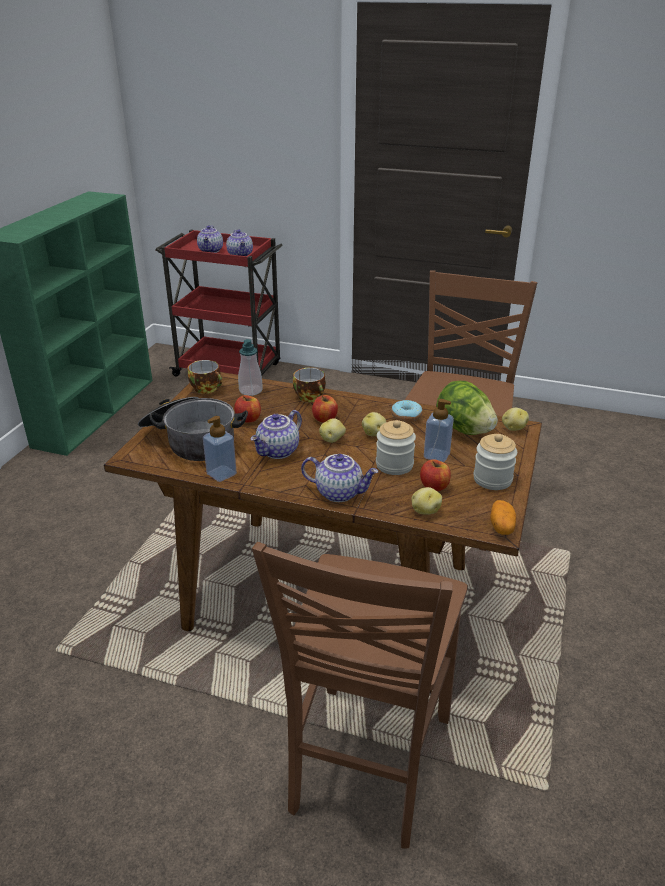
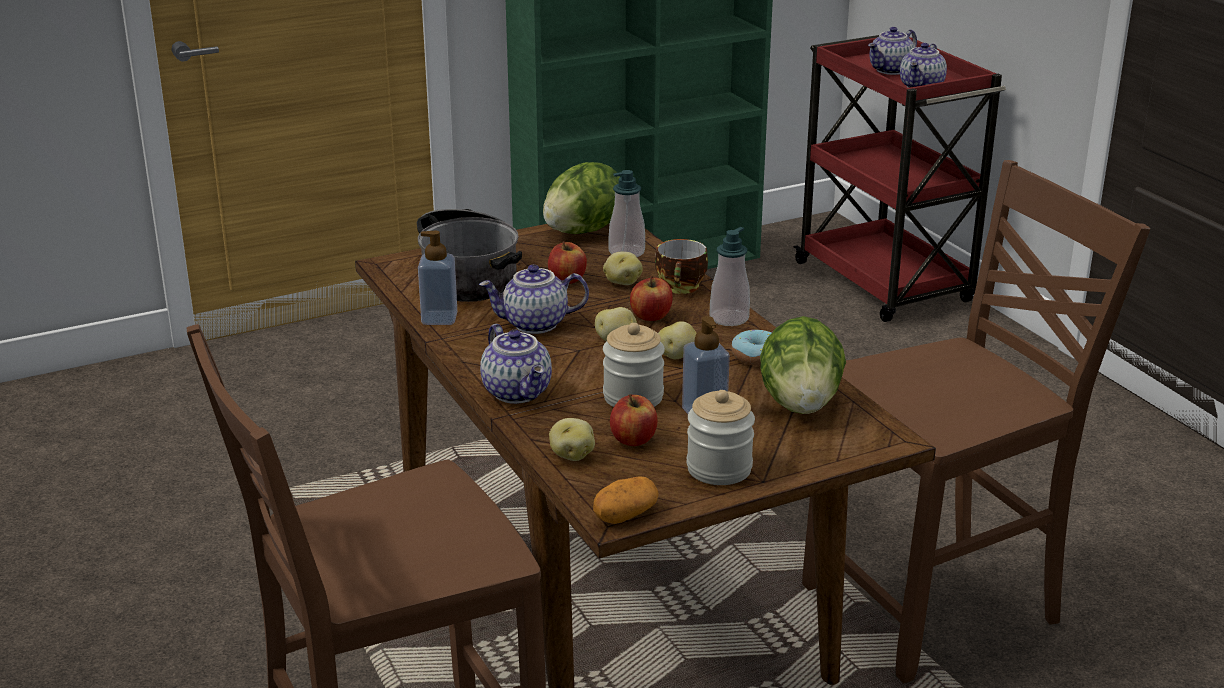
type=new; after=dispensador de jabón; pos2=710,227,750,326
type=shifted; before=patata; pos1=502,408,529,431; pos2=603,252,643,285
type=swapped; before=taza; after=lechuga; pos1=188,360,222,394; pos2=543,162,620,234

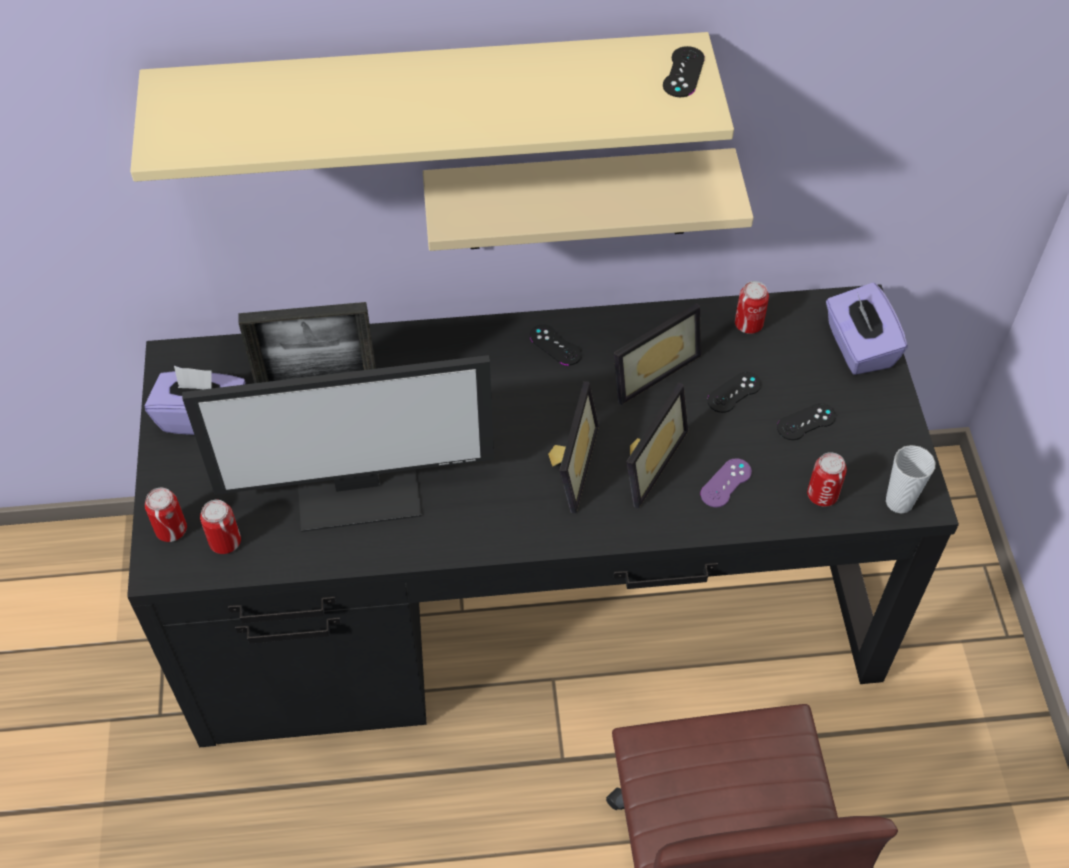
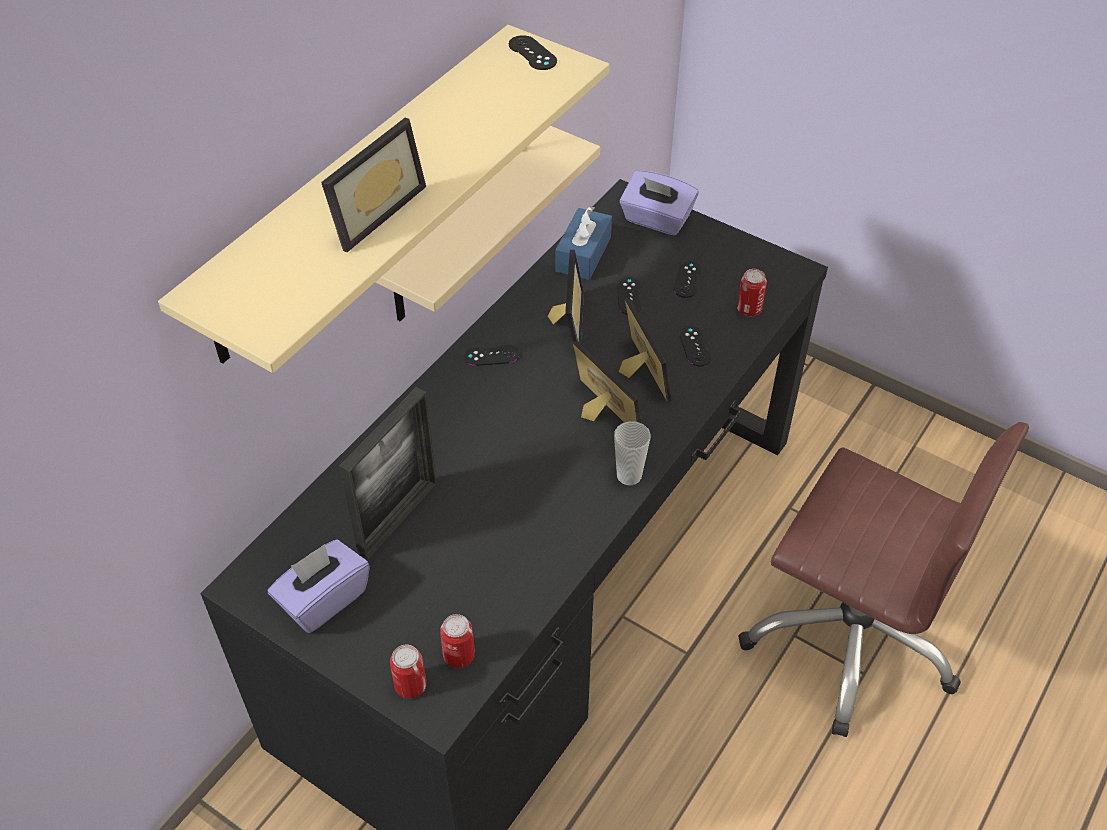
type=gone; before=monitor; pos1=182,355,494,532
type=new; after=portarretratos; pos2=321,118,426,252
type=shifted; before=taza; pos1=886,445,935,513; pos2=614,421,651,485
type=swapped; before=lata; after=caja de pañuelos (azul); pos1=735,281,769,334; pos2=555,206,612,280
type=repainted; before=mando de consola (morado); after=mando de consola (negro); pos1=700,458,752,508; pos2=679,326,711,366

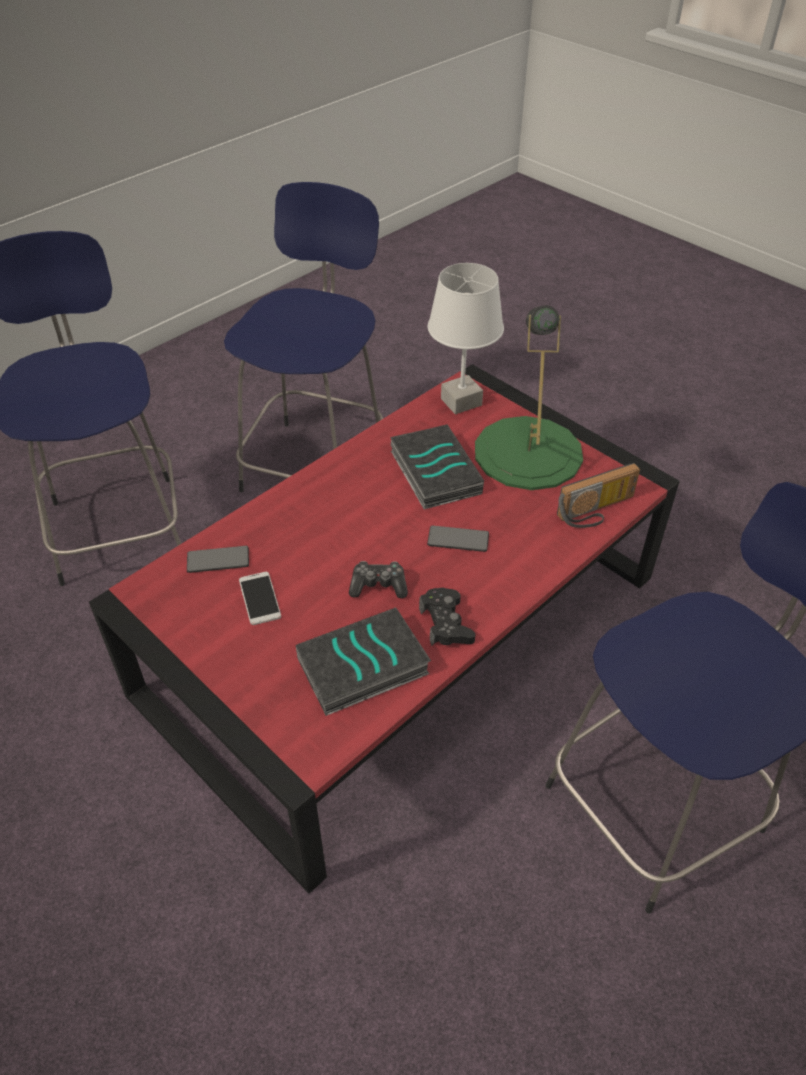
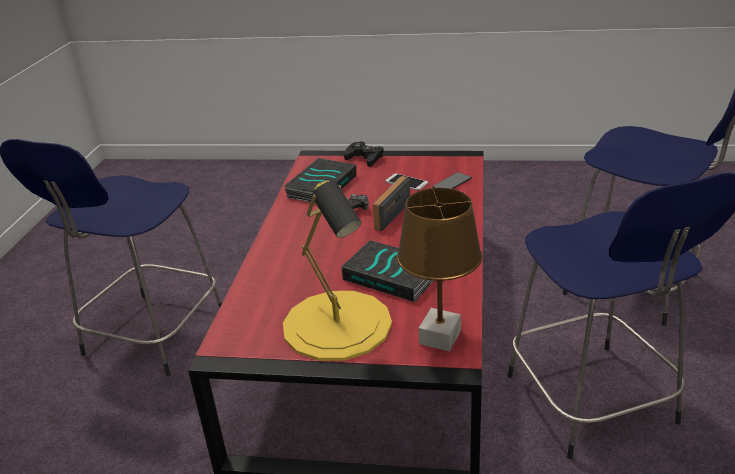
type=gone; before=móvil; pos1=427,525,489,552
type=shifted; before=mando de consola (negro); pos1=419,587,475,646; pos2=344,141,384,167
type=shifted; before=radio; pos1=557,463,640,528; pos2=373,176,410,231
type=repainted; before=lámpara de mesa (blanco); after=lámpara de mesa (marrón); pos1=428,263,504,414; pos2=397,188,482,352
type=repainted; before=lámpara de mesa (verde); after=lámpara de mesa (amarillo); pos1=475,305,583,490; pos2=283,180,392,361

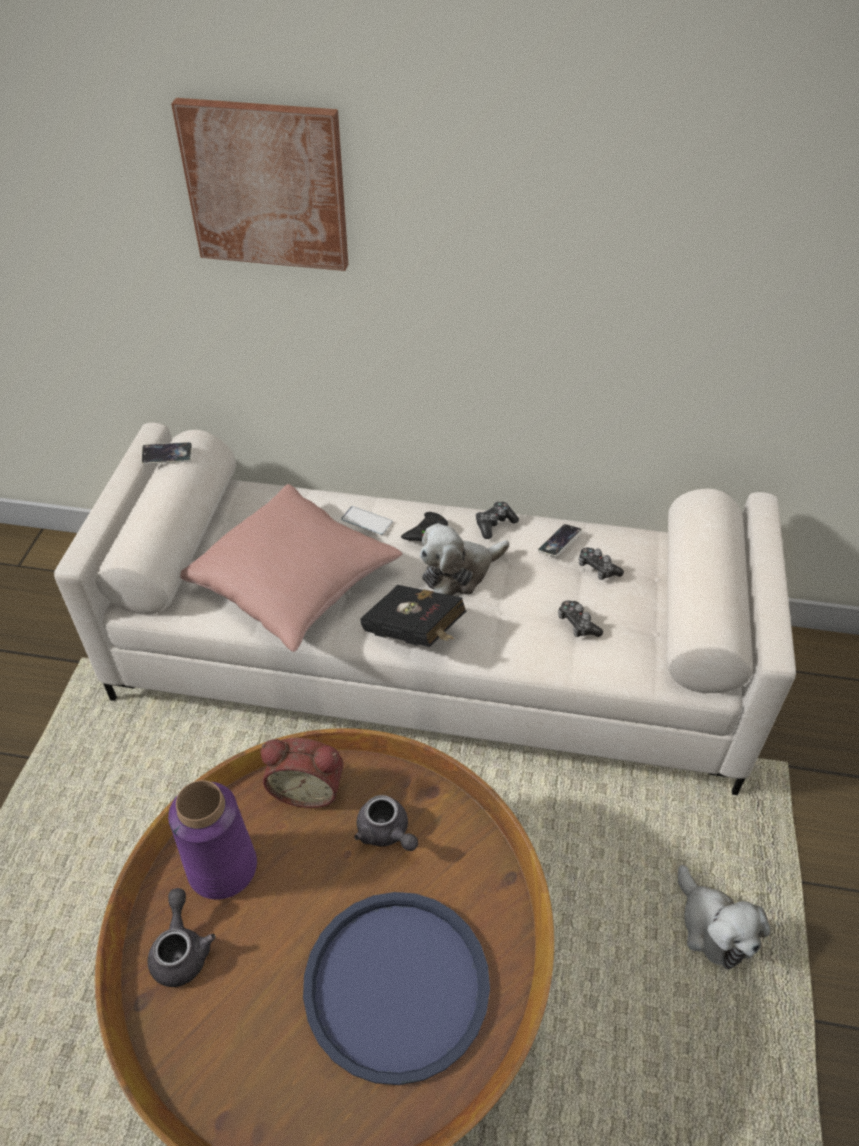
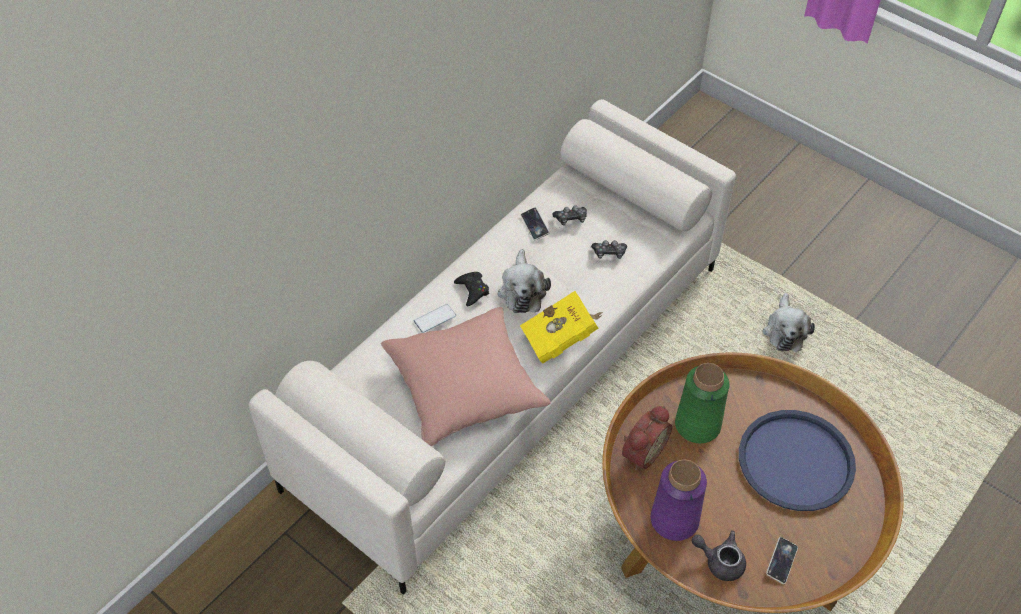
type=gone; before=cuadro; pos1=171,98,348,271
type=gone; before=mando de consola; pos1=476,502,519,539
type=shifted; before=móvil; pos1=141,442,192,464; pos2=766,537,798,584
type=swapped; before=tetera (gris); after=florero (verde); pos1=354,795,418,851; pos2=675,363,729,443
type=repainted; before=libro (negro); after=libro (amarillo); pos1=360,585,466,647; pos2=520,291,603,364
type=rotated; before=peluche; pos1=678,865,770,970; pos2=763,293,815,352; turn=90

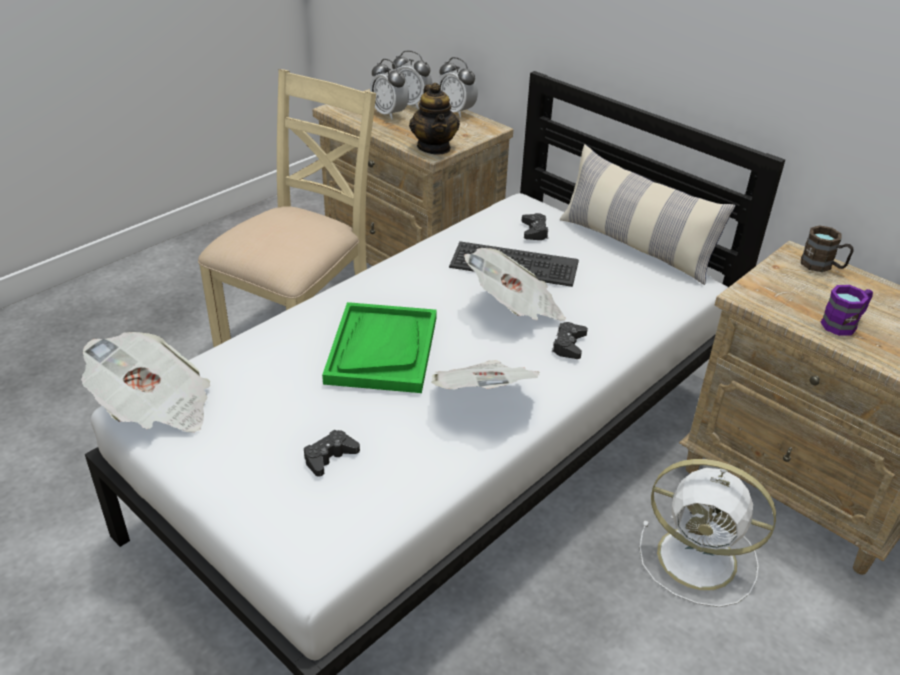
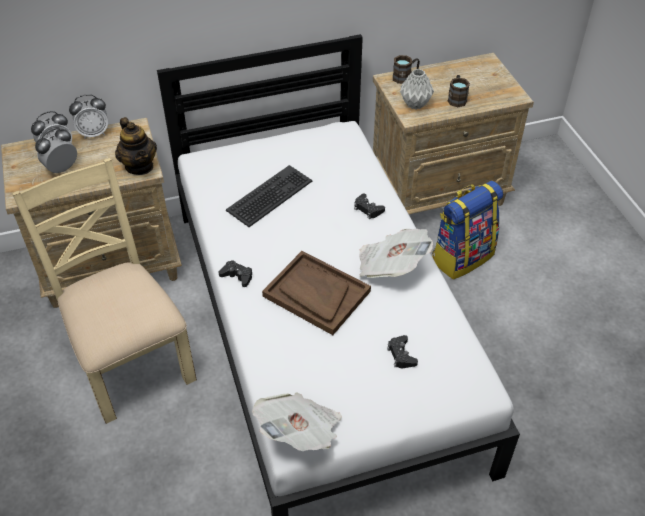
type=gone; before=periódico; pos1=464,248,566,320
type=gone; before=cojín; pos1=560,144,736,285
type=new; after=florero (gris); pos2=400,69,434,109
type=shifted; before=mando de consola (negro); pos1=522,213,548,240; pos2=219,260,252,287
type=swapped; before=ventilador (blanco); after=mochila; pos1=639,459,776,607; pos2=432,180,503,280
type=repainted; before=bandeja (verde); after=bandeja (marrón); pos1=322,302,437,393; pos2=262,251,371,335
type=repainted; before=taza grande (morado); after=taza grande (marrón); pos1=821,285,873,336; pos2=448,75,470,107
type=rotated; before=despertador; pos1=370,59,409,120; pos2=35,128,77,173; turn=150
type=rotated; before=tetera; pos1=409,83,460,155; pos2=115,117,157,175; turn=45

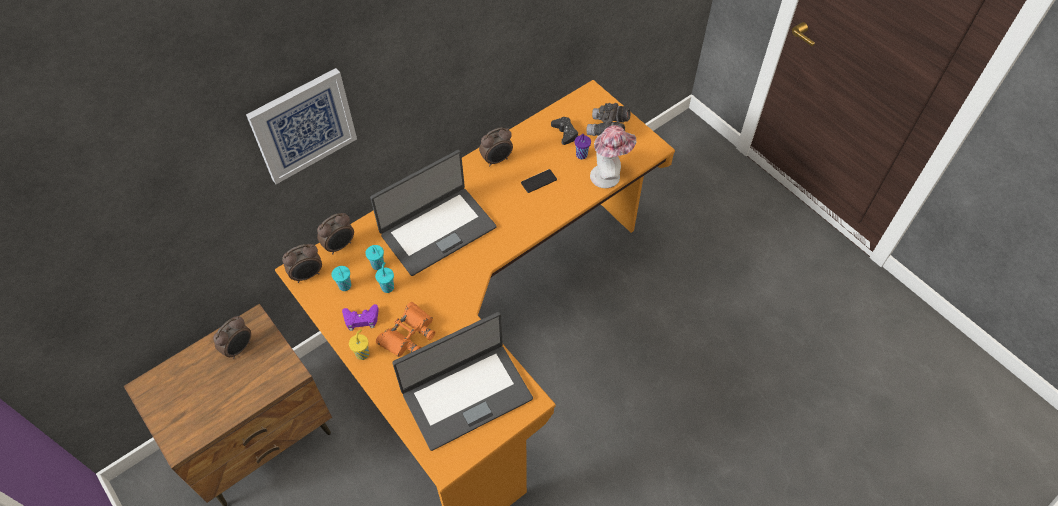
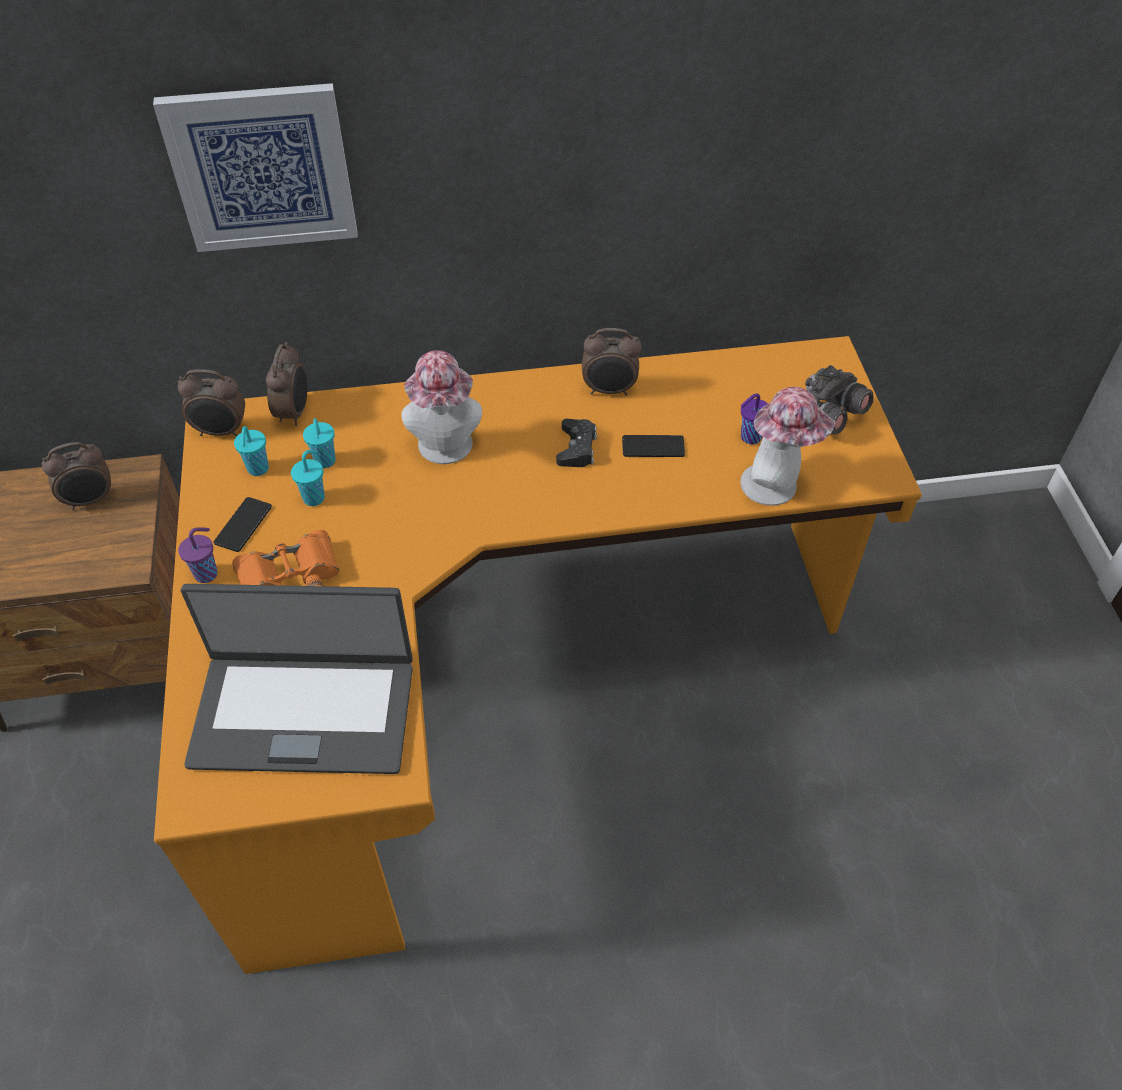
type=shifted; before=mando de consola (negro); pos1=551,117,578,145; pos2=556,419,597,467
type=swapped; before=mando de consola (morado); after=móvil; pos1=342,304,379,331; pos2=214,497,272,552
type=swapped; before=portátil; after=sombrero; pos1=370,150,496,276; pos2=401,350,482,464
type=repainted; before=taza (amarillo); after=taza (morado); pos1=349,329,369,360; pos2=178,527,218,583
type=rotated; before=despertador; pos1=317,213,354,255; pos2=266,342,307,426; turn=-75

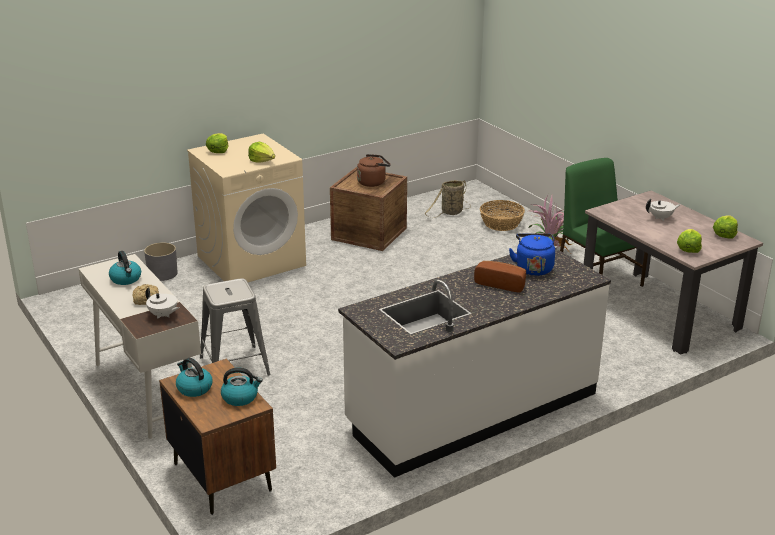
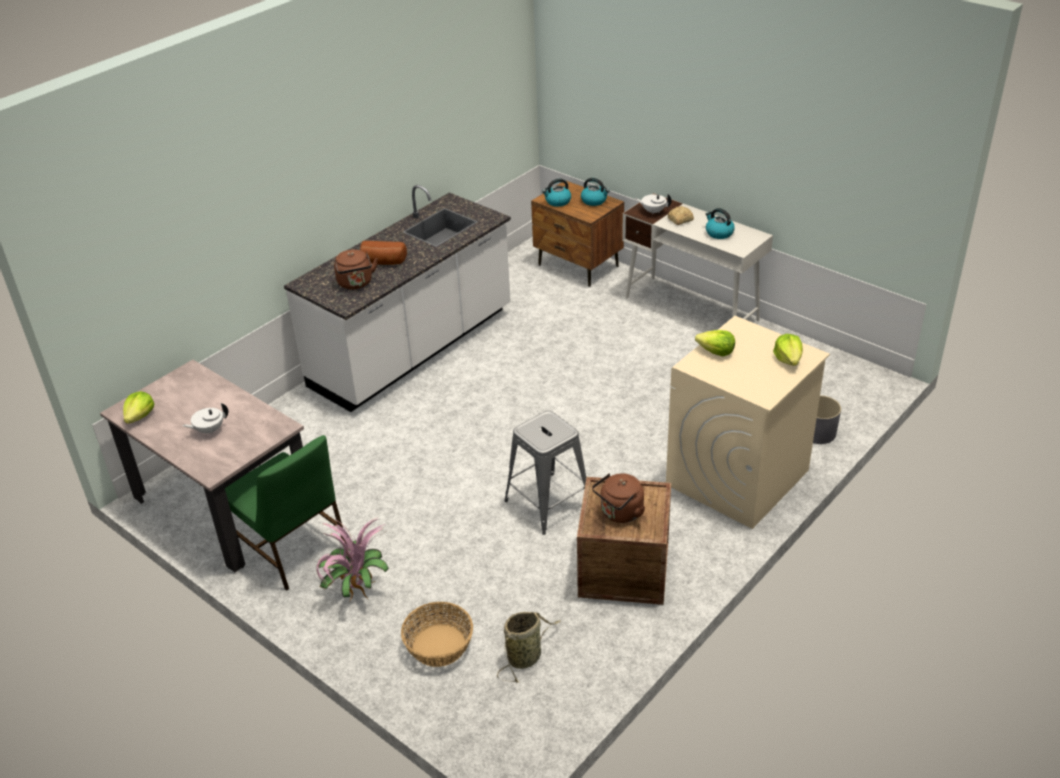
type=gone; before=lechuga; pos1=677,229,702,253
type=shifted; before=taburete (gris); pos1=200,278,271,376; pos2=504,411,586,535
type=repainted; before=hervidor (azul); after=hervidor (marrón); pos1=509,233,555,276; pos2=334,249,378,290

